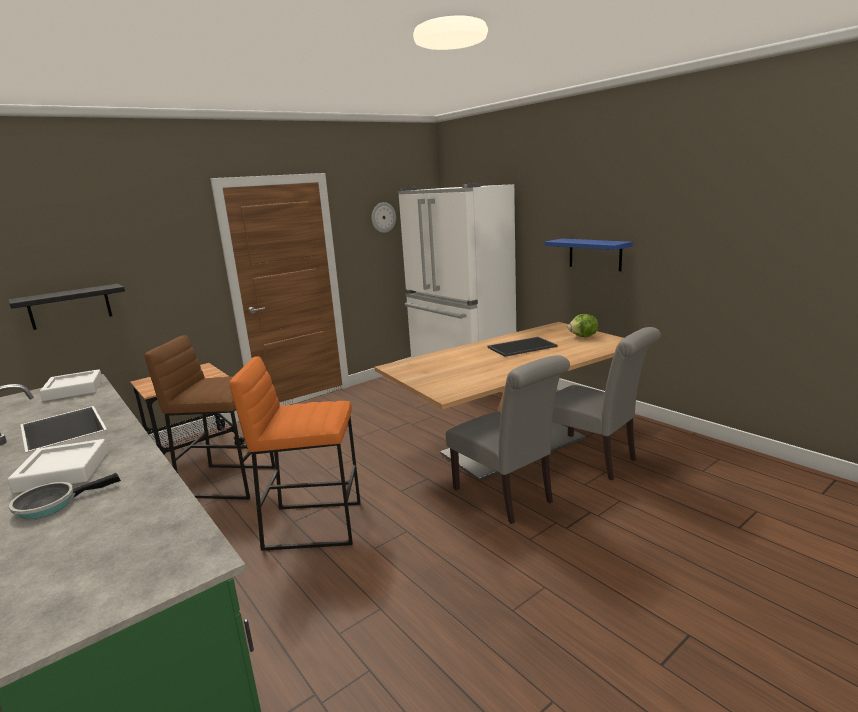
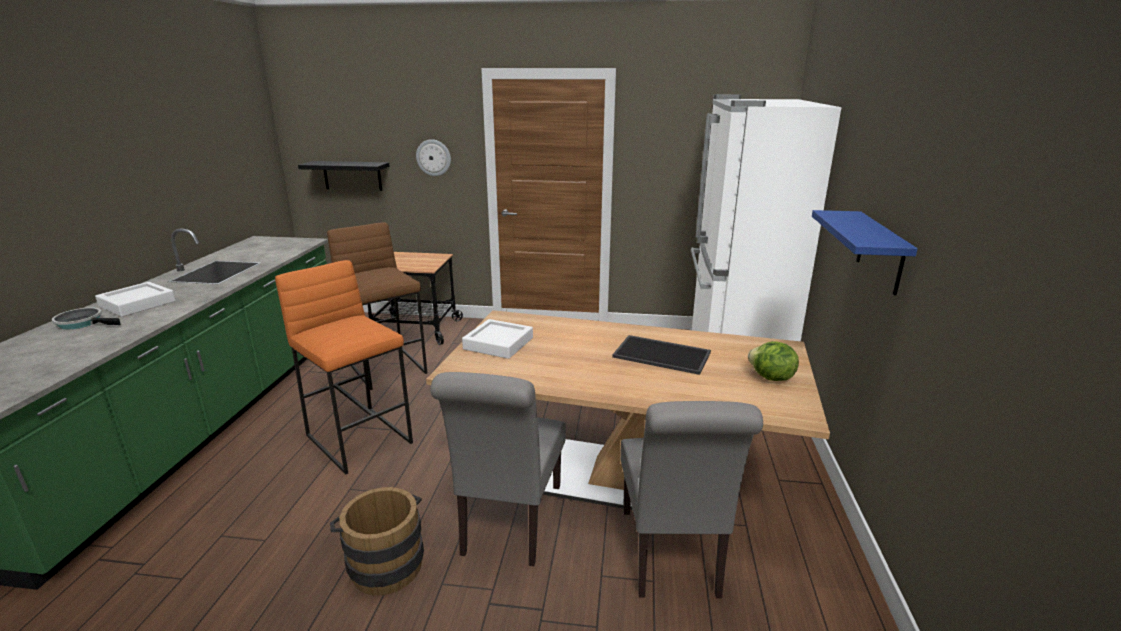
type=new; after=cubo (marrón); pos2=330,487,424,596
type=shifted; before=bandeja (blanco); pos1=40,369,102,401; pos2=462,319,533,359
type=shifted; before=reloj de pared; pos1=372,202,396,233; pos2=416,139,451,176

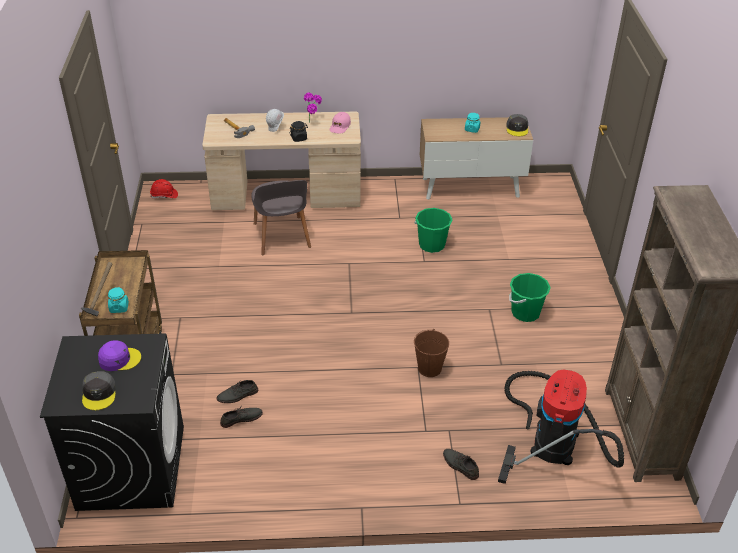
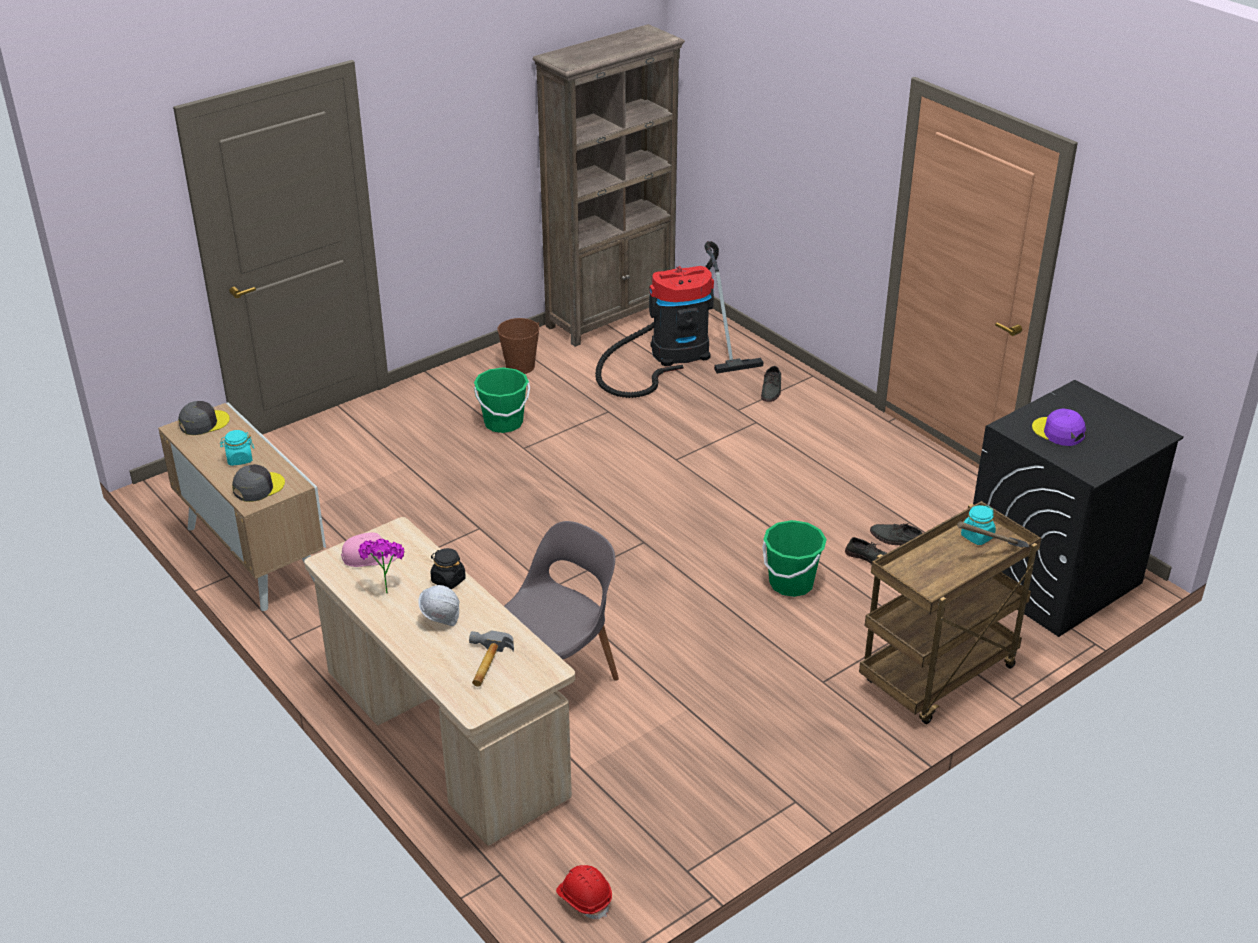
type=shifted; before=gorra (gris); pos1=82,371,116,410; pos2=232,464,285,502
type=shifted; before=cubo (verde); pos1=414,208,452,253; pos2=762,520,827,597
type=shifted; before=cubo (marrón); pos1=414,329,449,377; pos2=497,318,540,374

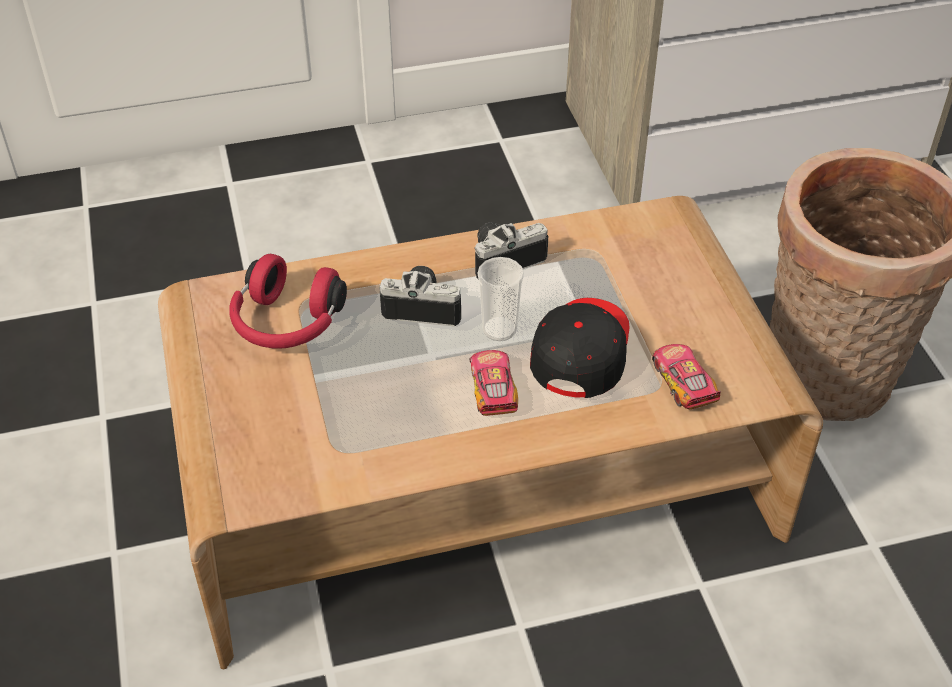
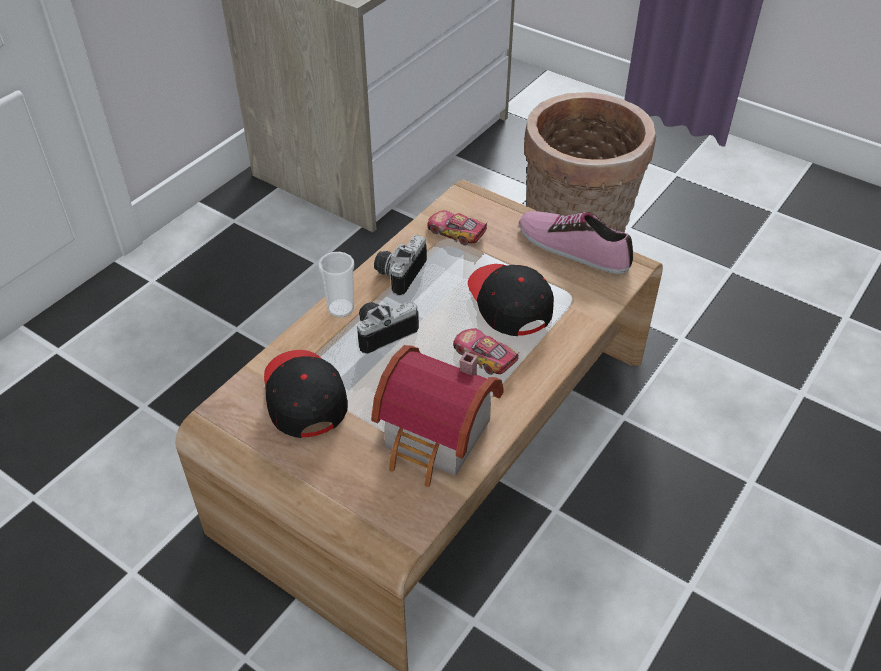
type=new; after=casita; pos2=371,345,504,487
type=new; after=zapato; pos2=519,211,633,274
type=shifted; before=taza; pos1=478,257,524,341; pos2=318,252,354,317
type=shifted; before=coche de juguete; pos1=652,344,721,409; pos2=428,210,488,245
type=swapped; before=auriculares (rojo); after=gorra (negro); pos1=229,254,347,349; pos2=264,350,348,438

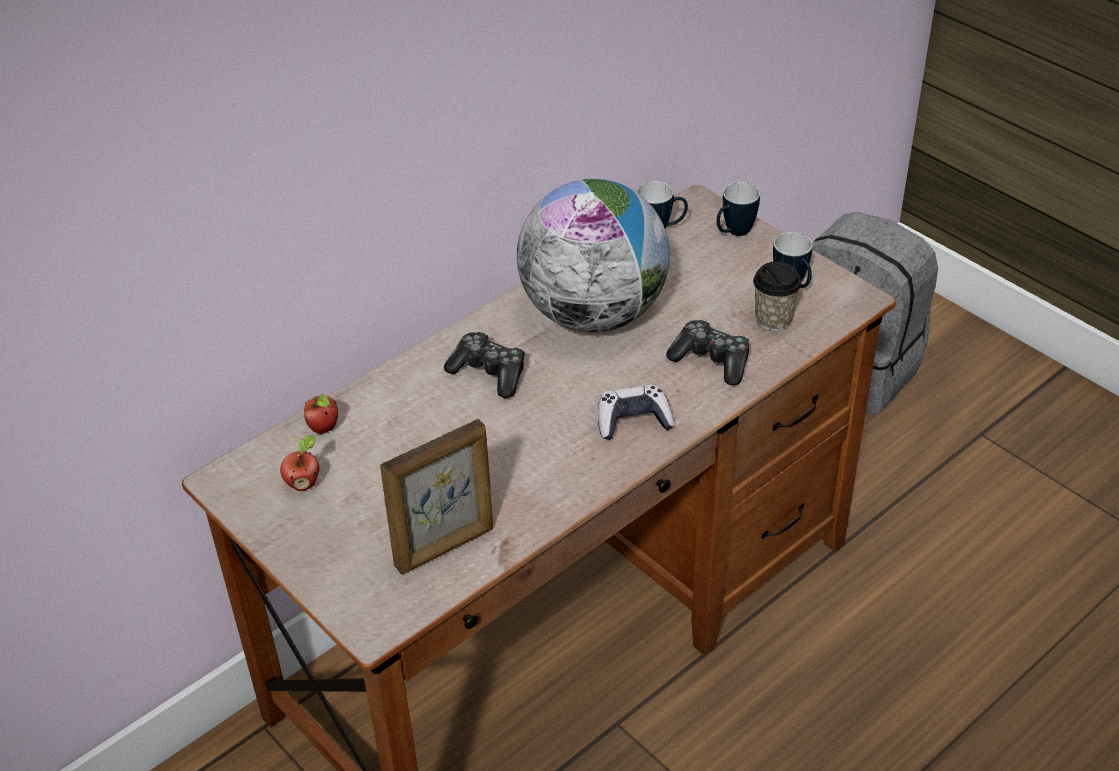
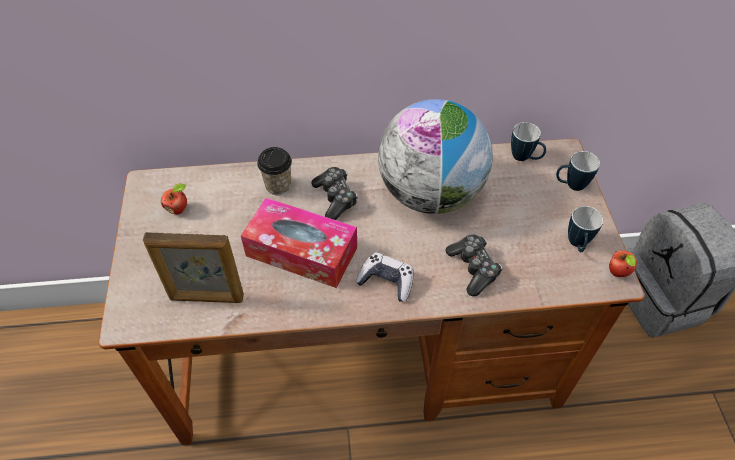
type=new; after=caja de pañuelos; pos2=241,198,357,288
type=shifted; before=manzana; pos1=304,394,338,434; pos2=609,250,638,277
type=shifted; before=taza; pos1=753,261,801,331; pos2=257,147,292,195

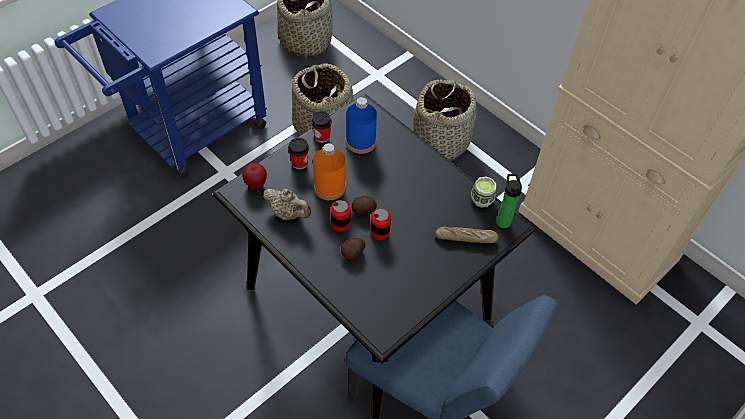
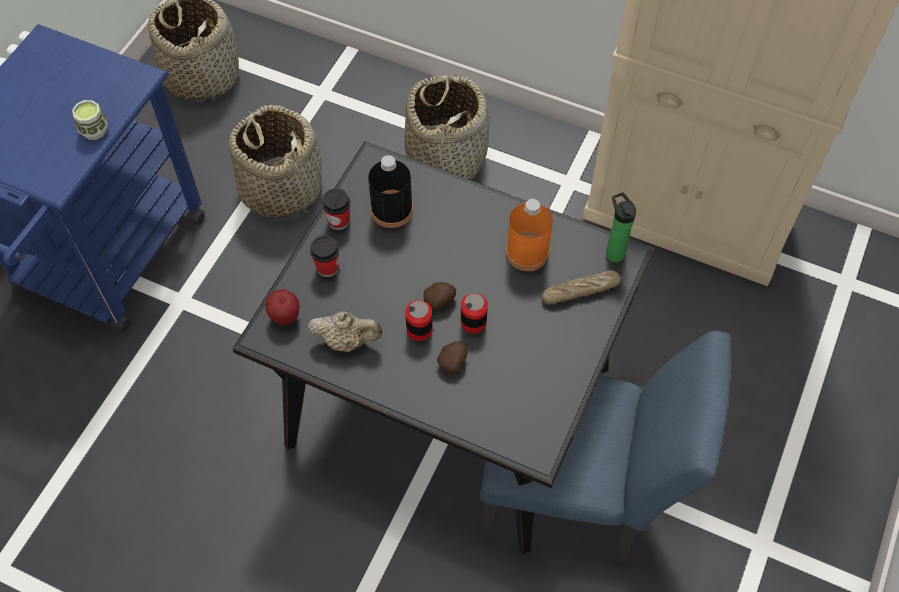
type=shifted; before=botella (naranja); pos1=313,143,346,201; pos2=506,199,553,271
type=shifted; before=taza; pos1=471,177,496,208; pos2=72,100,108,140
type=repainted; before=botella (azul); after=botella (negro); pos1=346,97,377,154; pos2=368,155,413,228

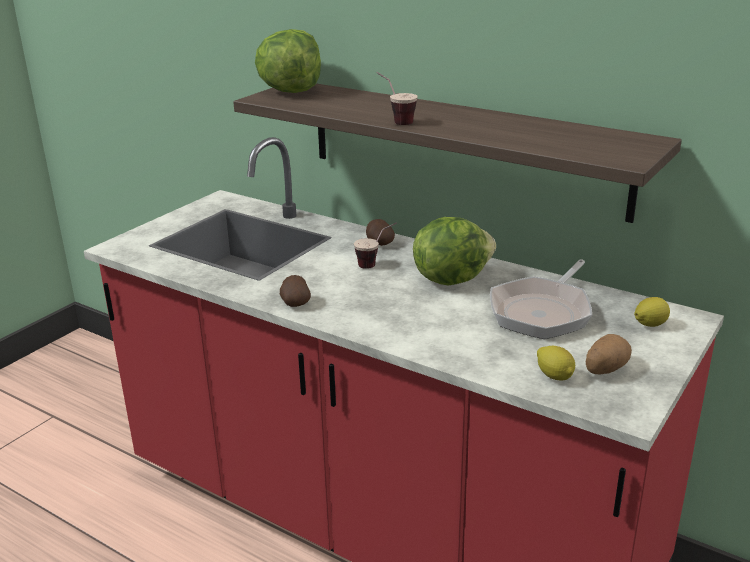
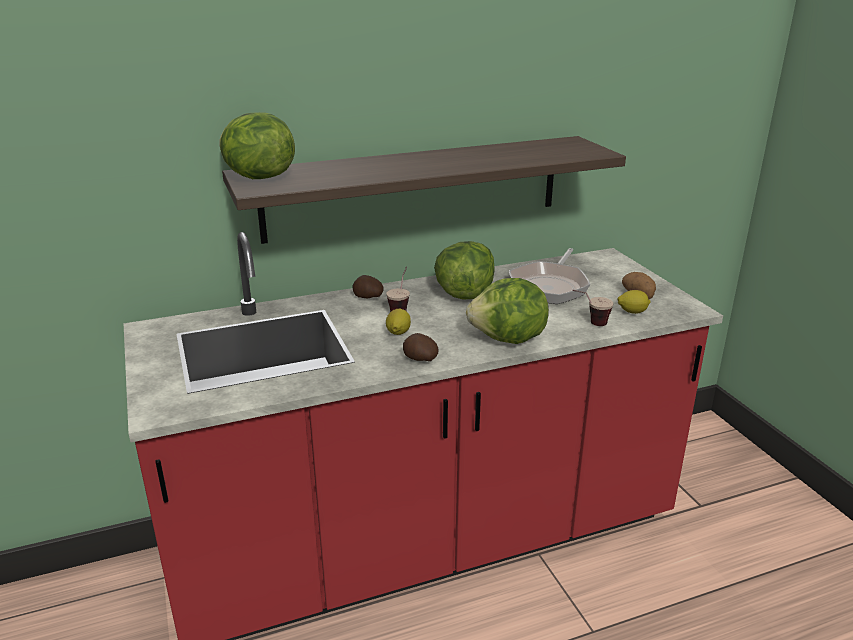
type=new; after=lechuga; pos2=466,278,549,344
type=shifted; before=taza; pos1=377,72,418,125; pos2=572,290,614,326
type=shifted; before=limón; pos1=634,297,670,327; pos2=386,309,411,335
type=rotated; before=sartén; pos1=490,260,592,339; pos2=509,248,590,304; turn=45

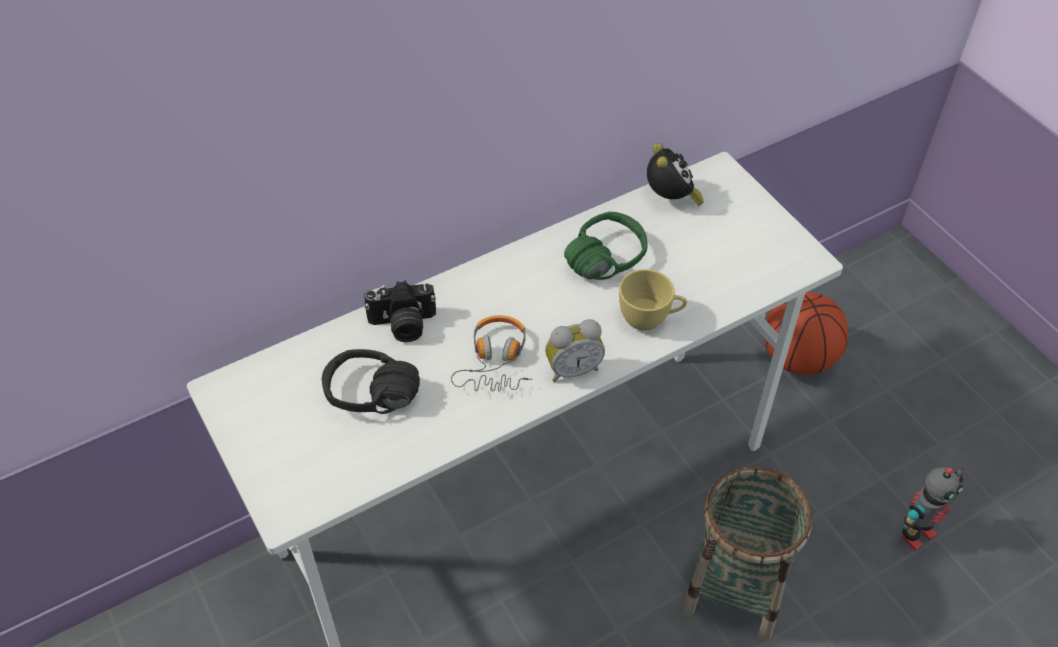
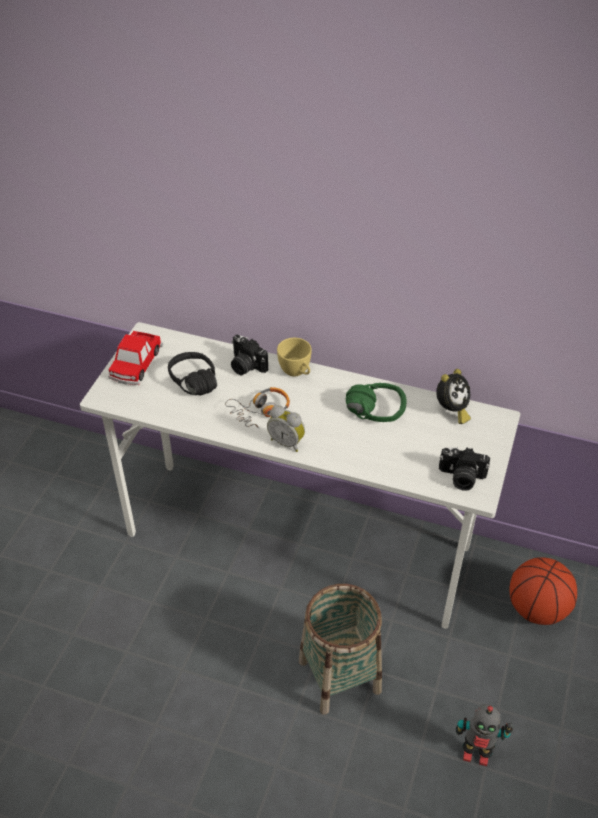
type=new; after=coche de juguete; pos2=108,331,163,385
type=new; after=cámara; pos2=439,447,490,491
type=shifted; before=taza (amarillo); pos1=619,269,687,331; pos2=277,338,312,377

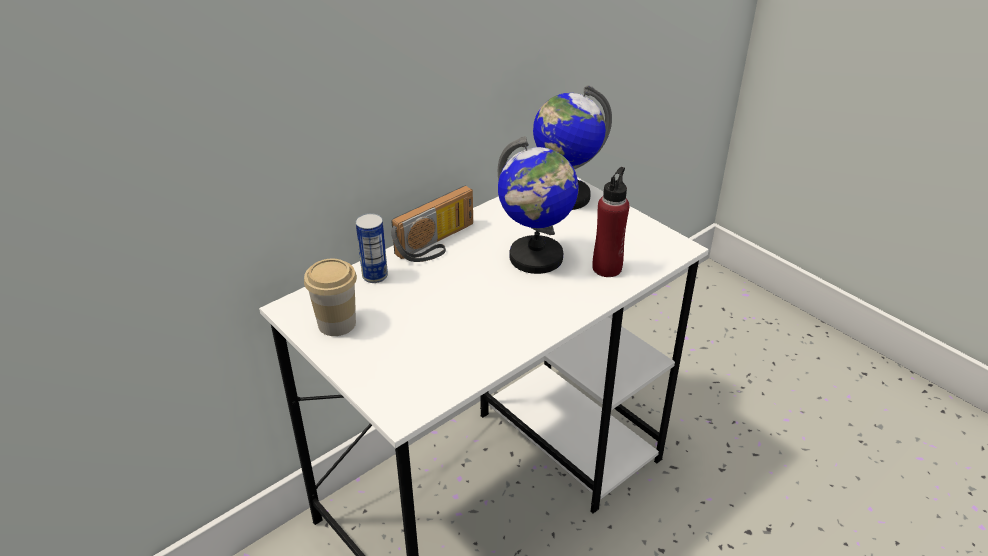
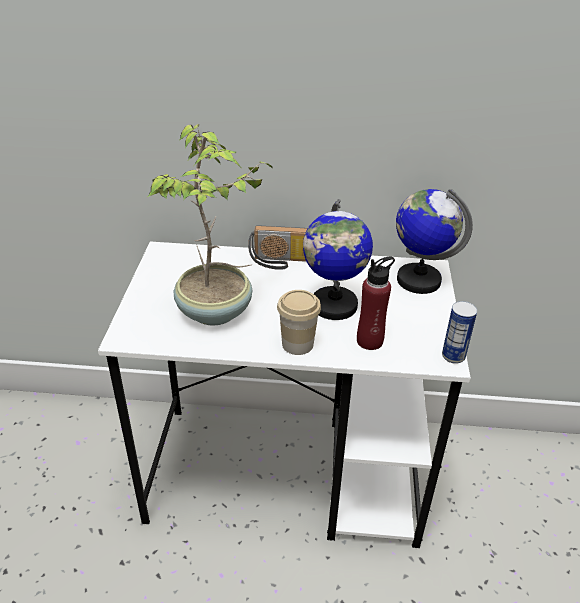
type=new; after=planta en maceta; pos2=148,124,273,326
type=shifted; before=taza; pos1=304,259,357,336; pos2=277,290,321,355
type=shifted; before=lata; pos1=356,213,388,283; pos2=442,301,477,364

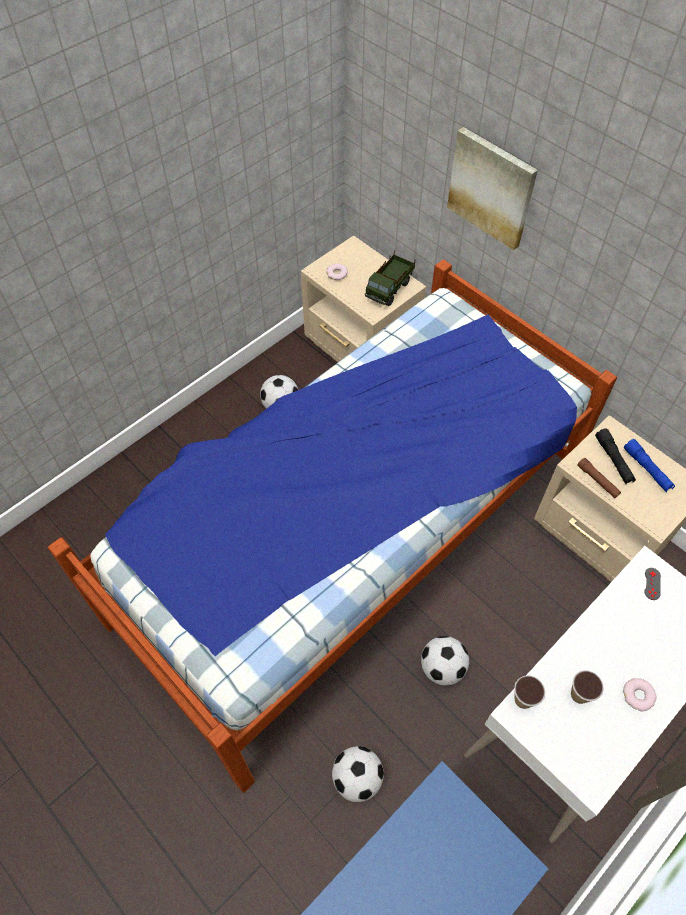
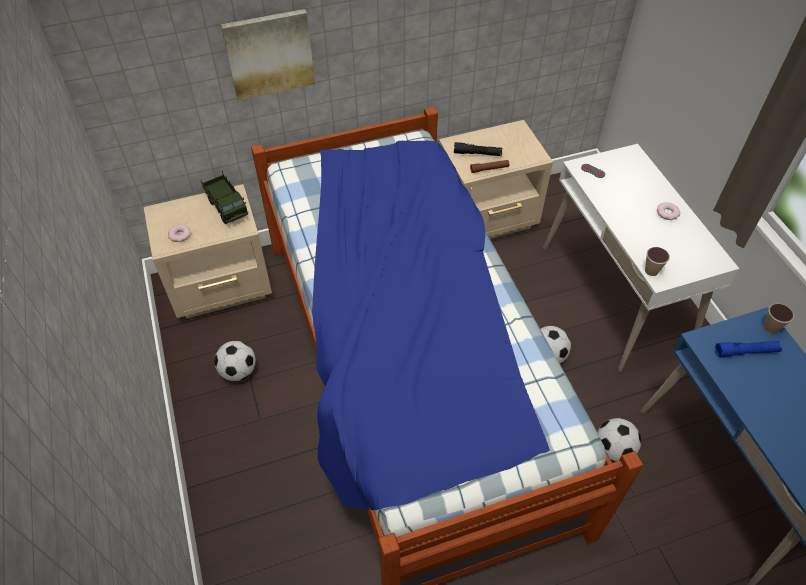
type=shifted; before=taza; pos1=571,671,604,704; pos2=764,303,794,334
type=shifted; before=linterna (azul); pos1=624,439,675,492; pos2=715,341,782,357

